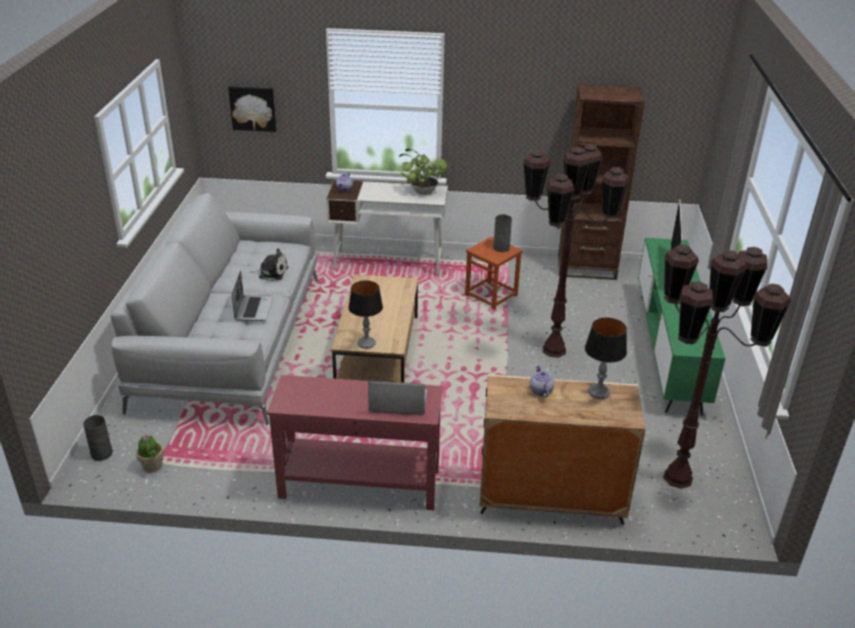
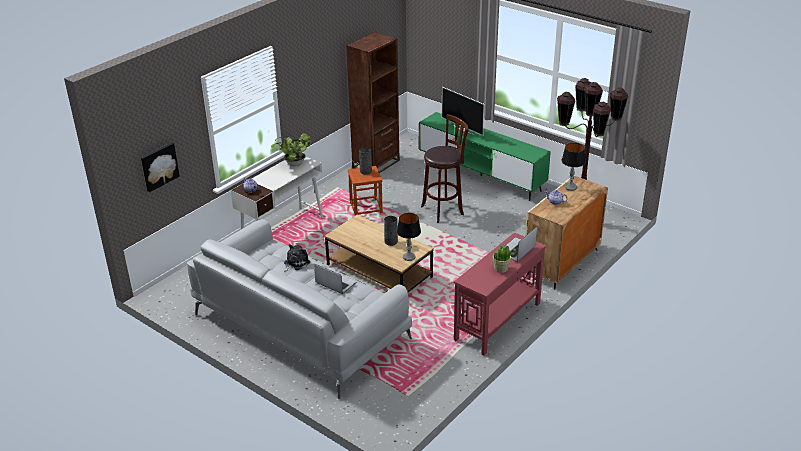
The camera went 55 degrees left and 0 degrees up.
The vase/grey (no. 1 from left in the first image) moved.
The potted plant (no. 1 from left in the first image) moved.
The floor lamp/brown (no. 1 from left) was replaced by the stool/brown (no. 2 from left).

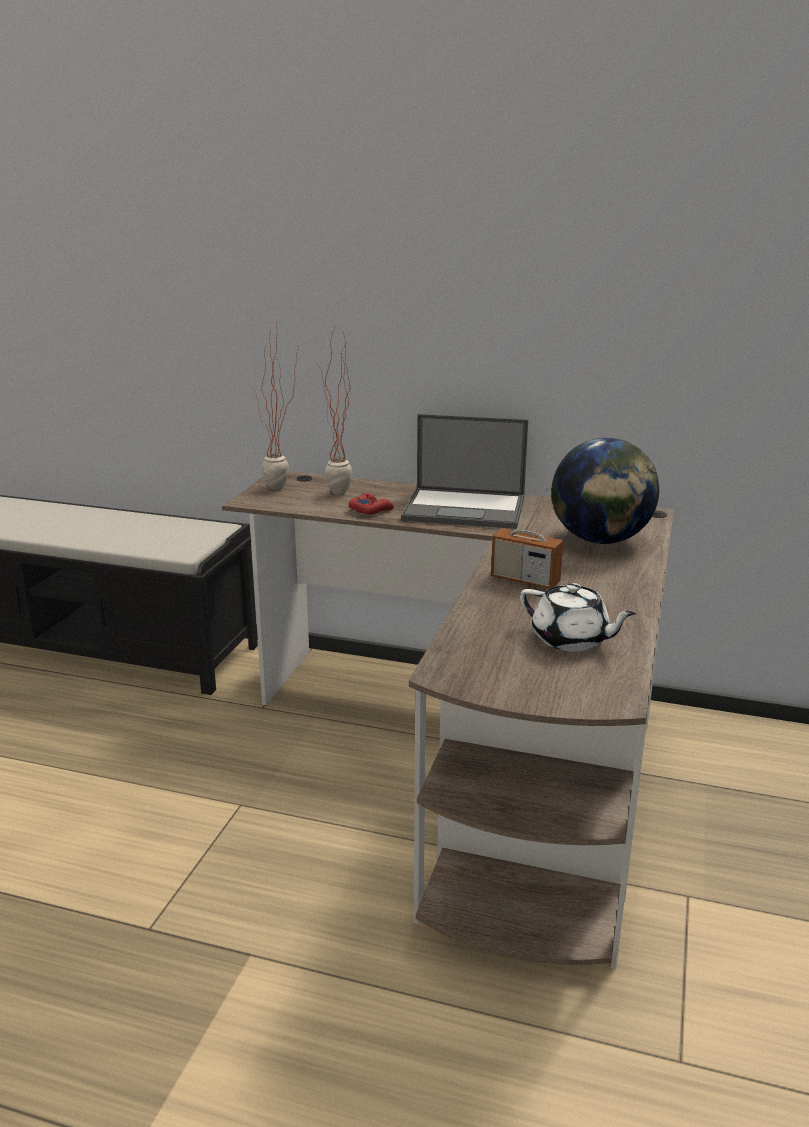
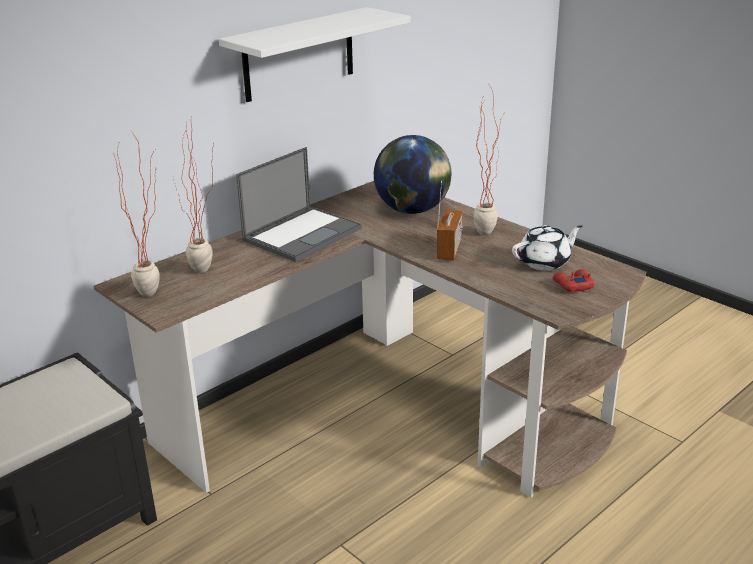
The camera went 60 degrees left and 5 degrees up.
The game controller/red moved.
The radio turned 45 degrees counterclockwise.
The shelf/white appeared.
The potted plant (no. 3 from left) appeared.

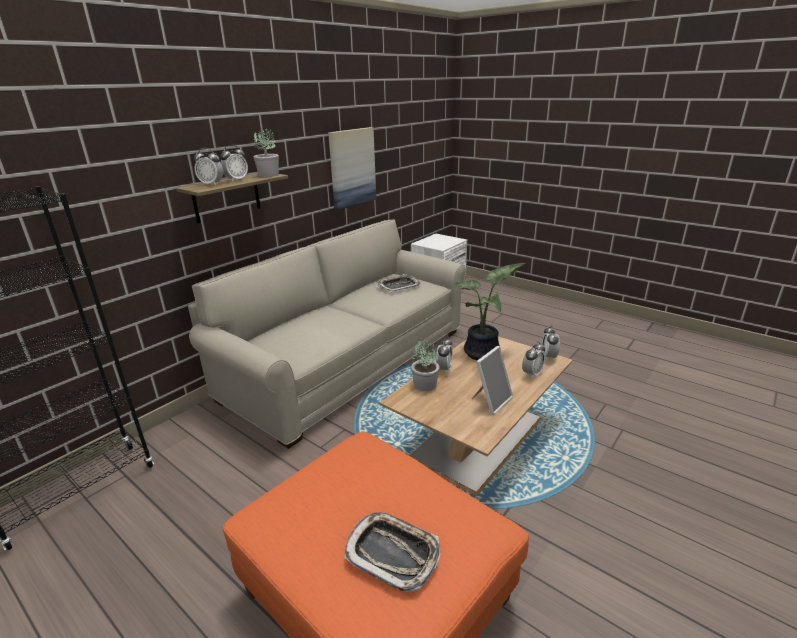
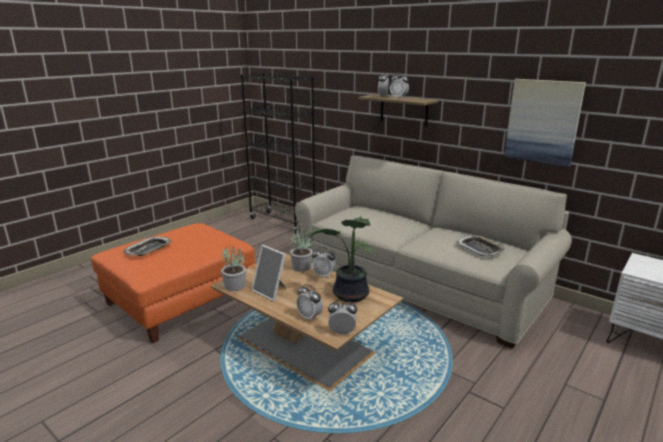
The camera went 90 degrees right and 5 degrees down.
The potted plant (no. 1 from left) moved.

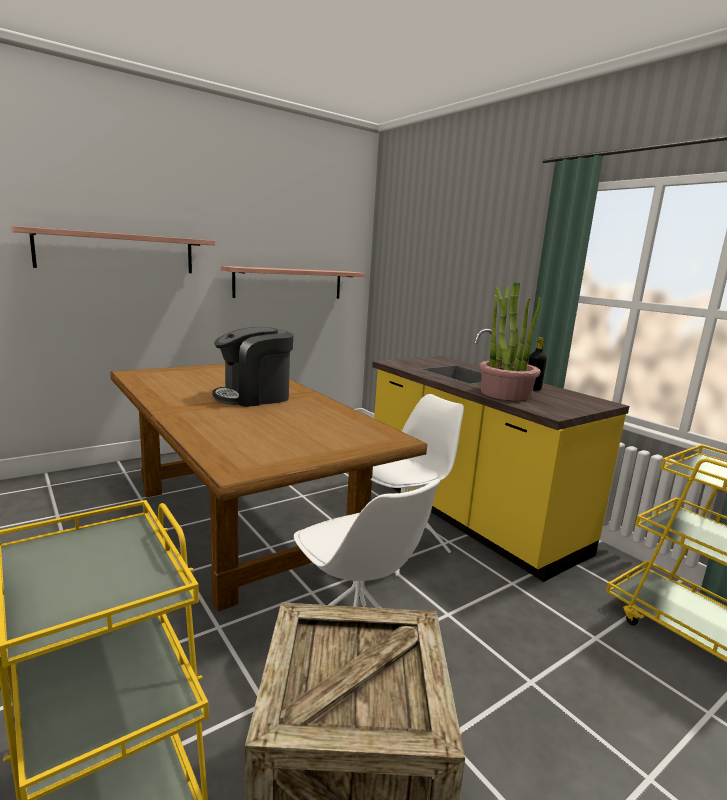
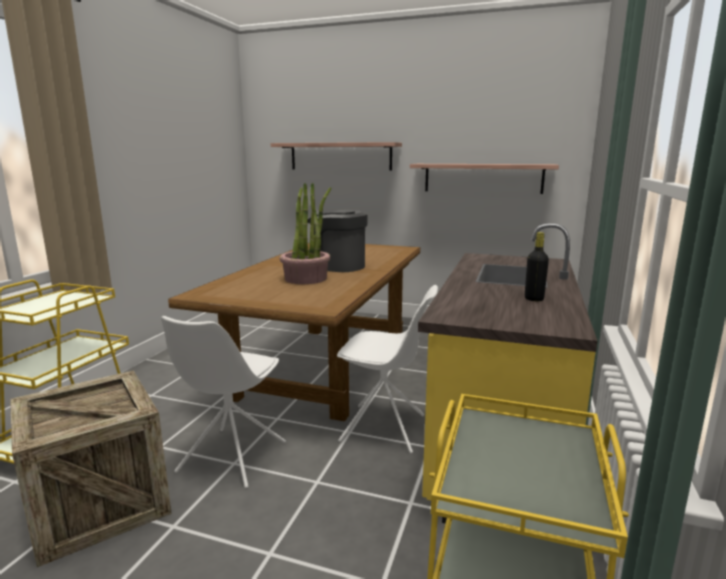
The camera went 55 degrees right and 0 degrees up.
The potted plant moved.

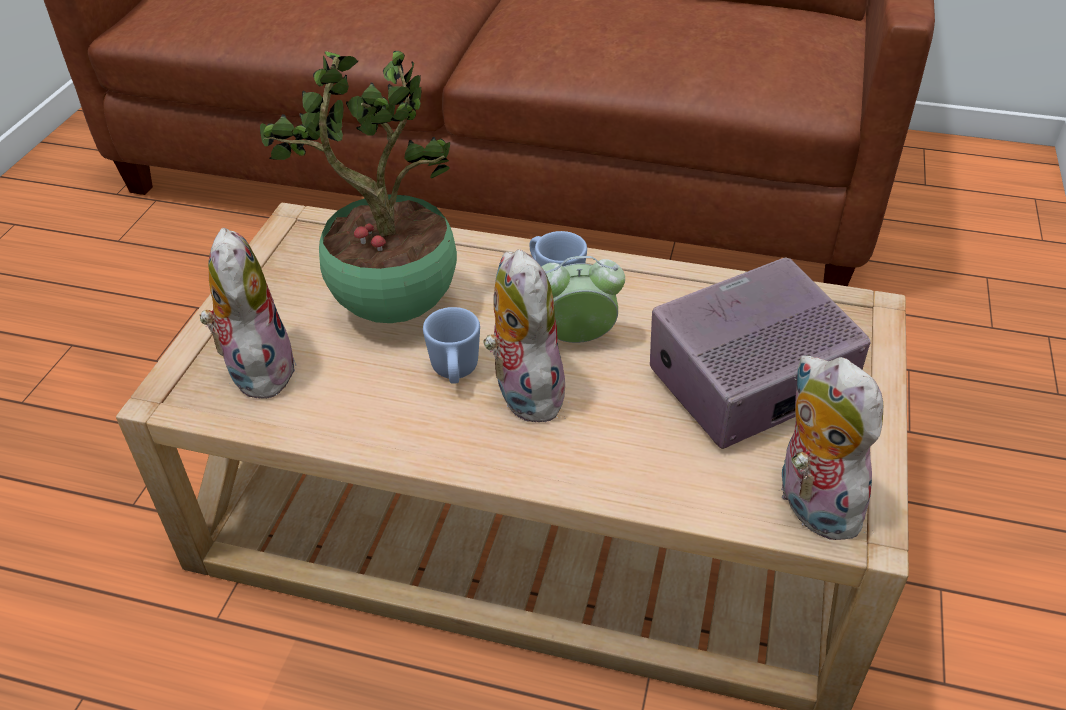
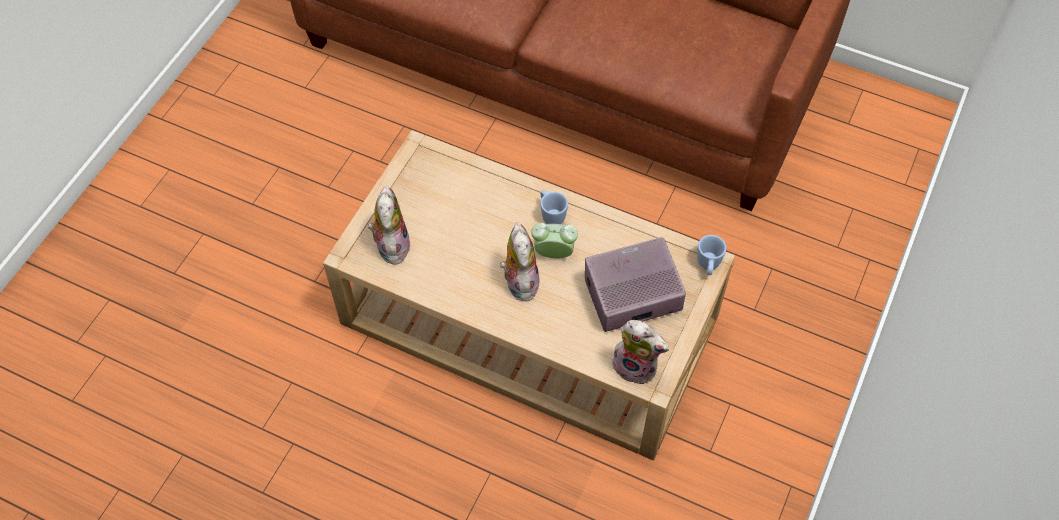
The camera went 10 degrees right and 15 degrees up.
The potted plant disappeared.
The mug/blue (no. 1 from left in the first image) moved.
The plush toy (no. 3 from left) turned 135 degrees clockwise.

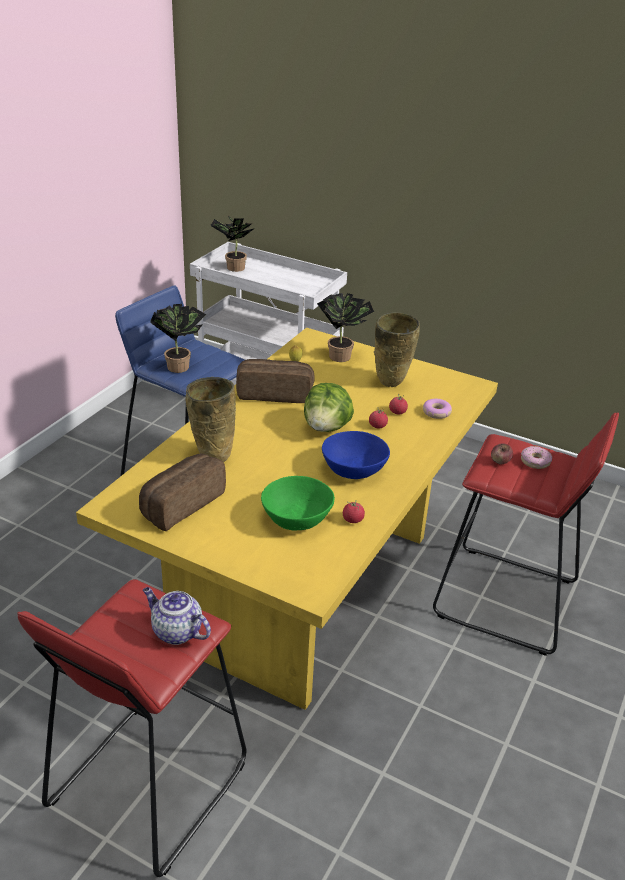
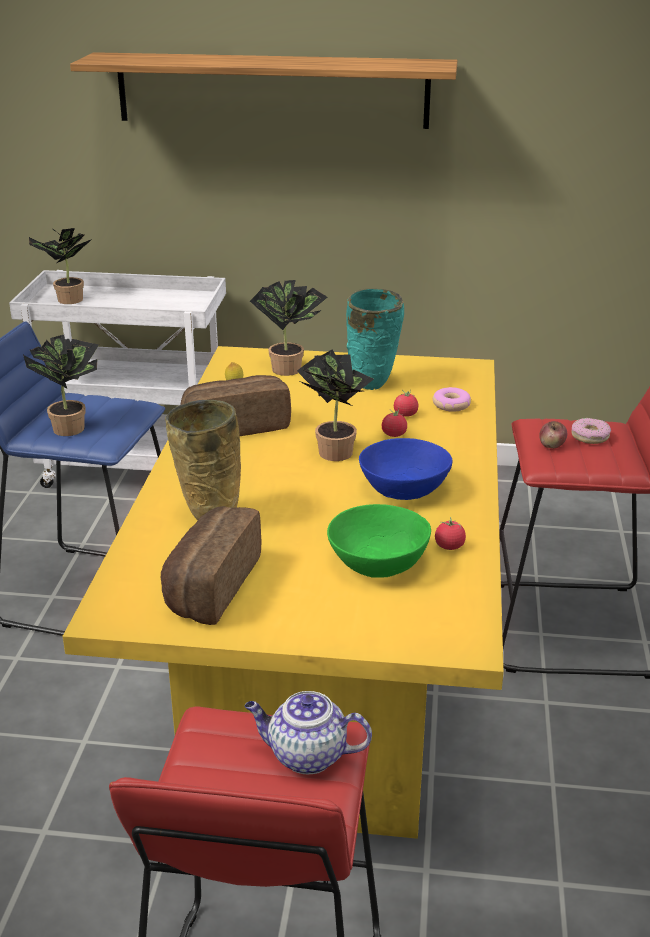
The camera went 20 degrees left and 5 degrees down.
The lettuce was replaced by the potted plant (no. 4 from left).
The vase/beige (no. 2 from left) became the vase/turquoise.
The shelf appeared.

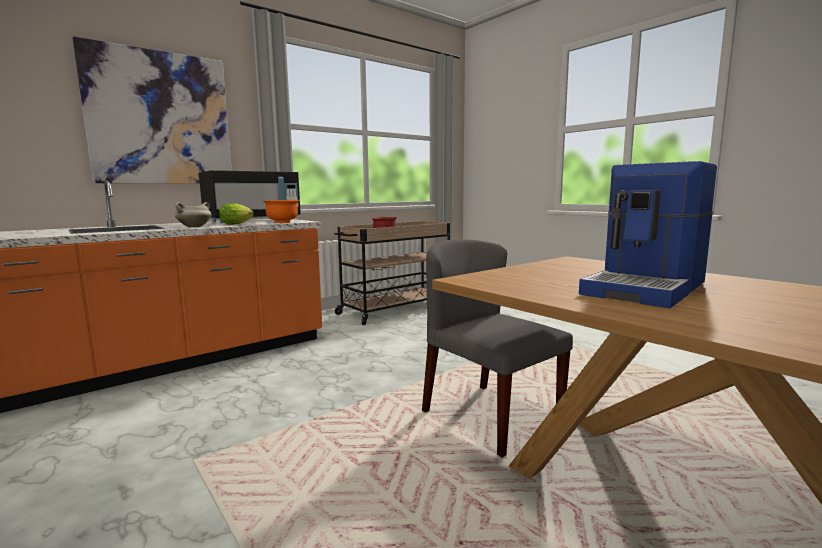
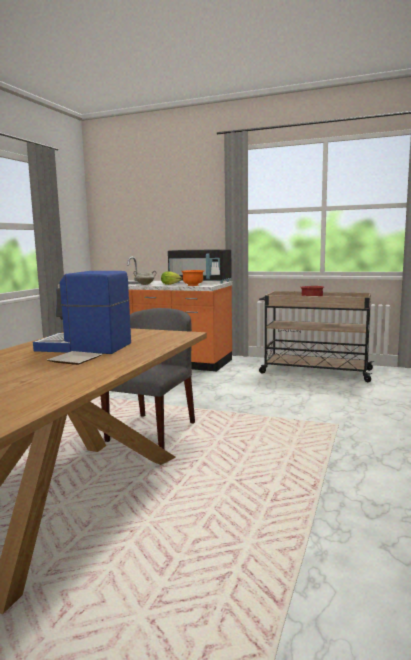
The camera went 60 degrees right and 0 degrees up.
The picture disappeared.
The plate appeared.

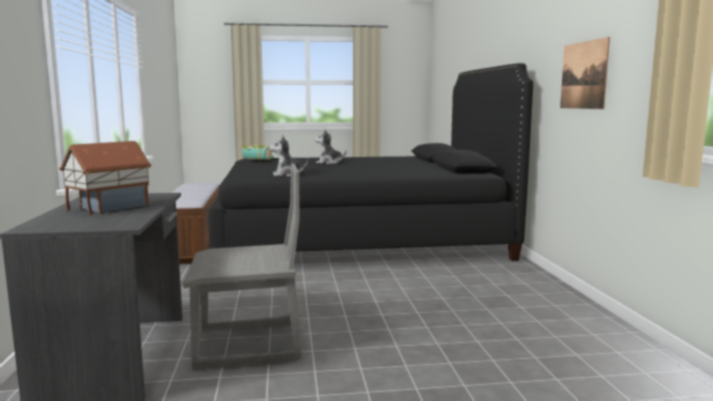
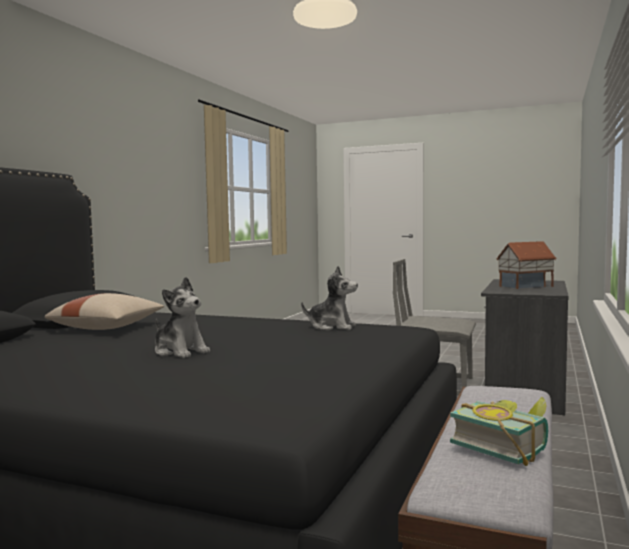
The camera went 150 degrees left and 5 degrees down.
The book moved.
The picture disappeared.
The pillow/beige appeared.

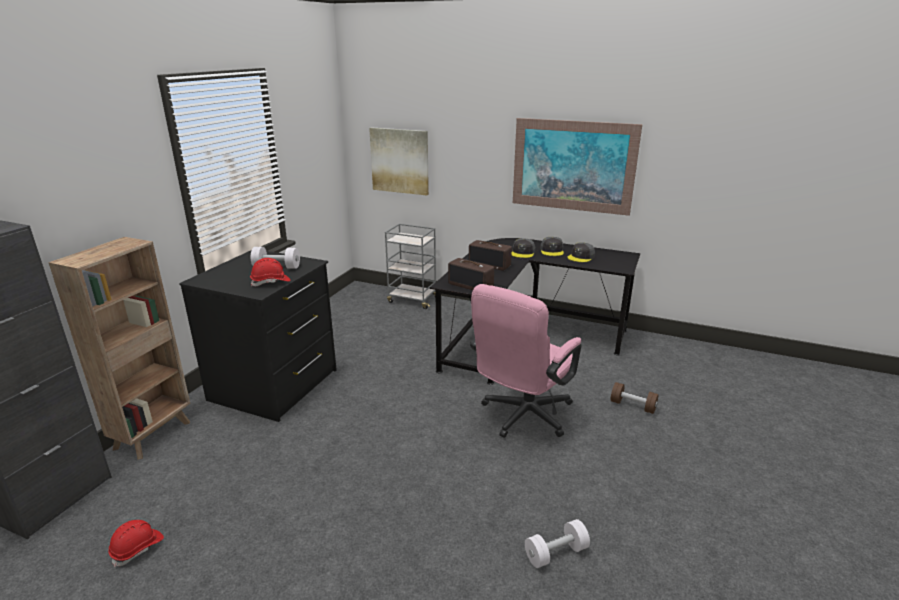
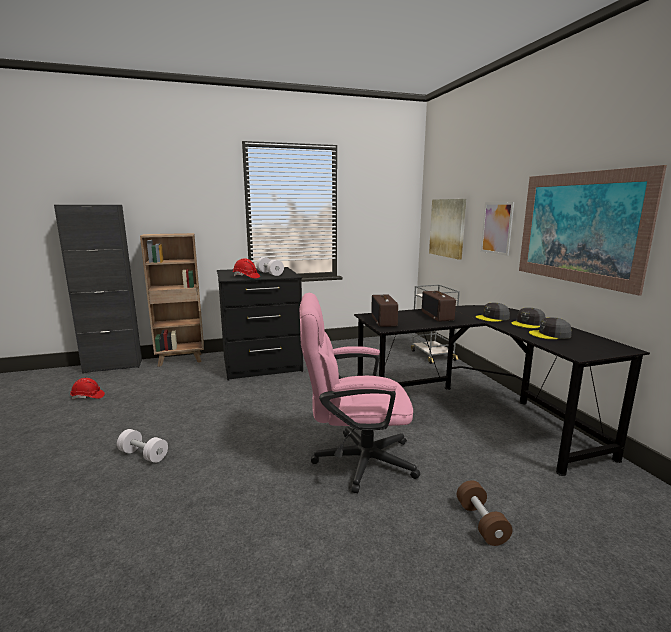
The camera went 50 degrees right and 10 degrees down.
The dumbbell/white (no. 2 from left in the first image) moved.
The picture (no. 2 from left) appeared.

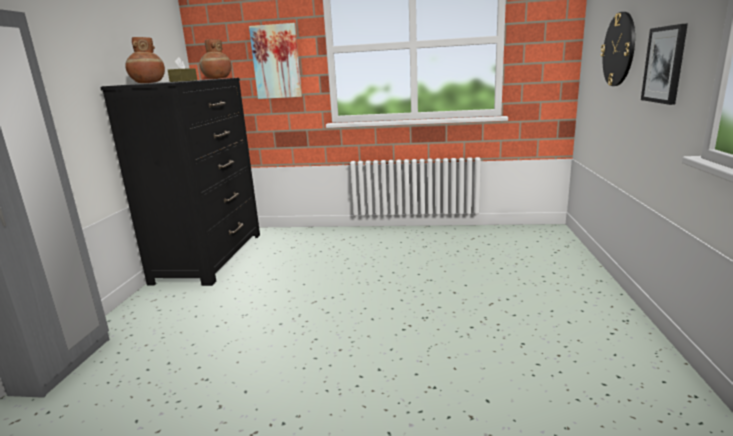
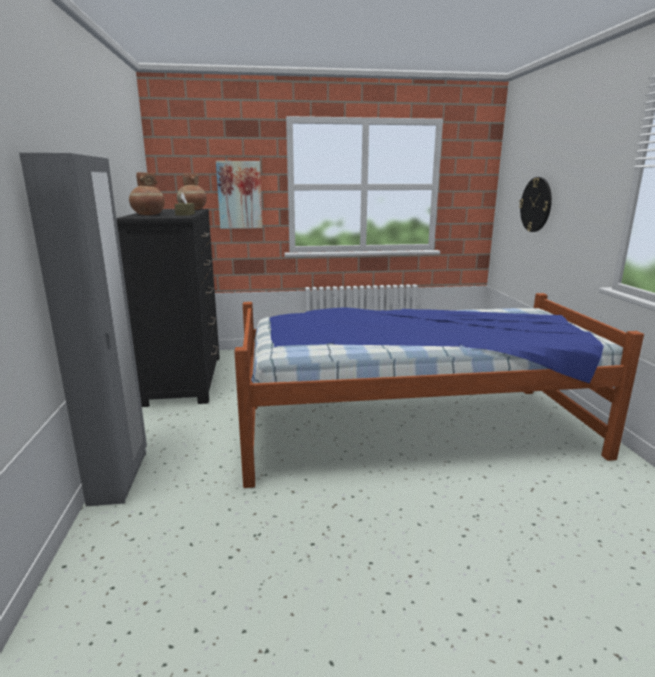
The camera went 15 degrees left and 0 degrees up.
The picture (no. 2 from left) disappeared.
The bed appeared.

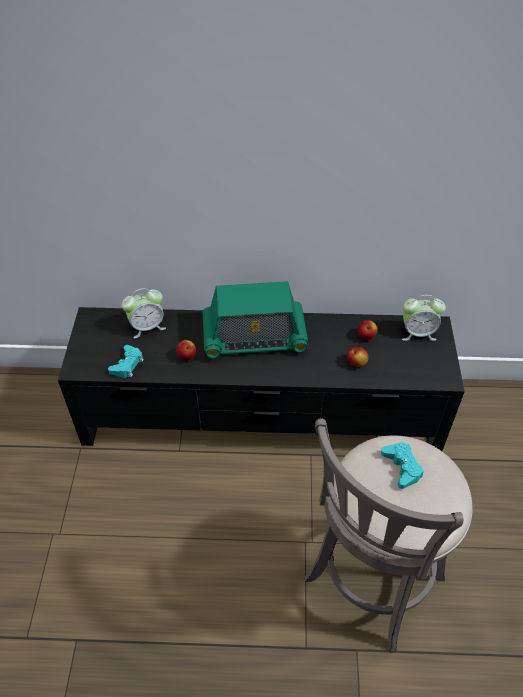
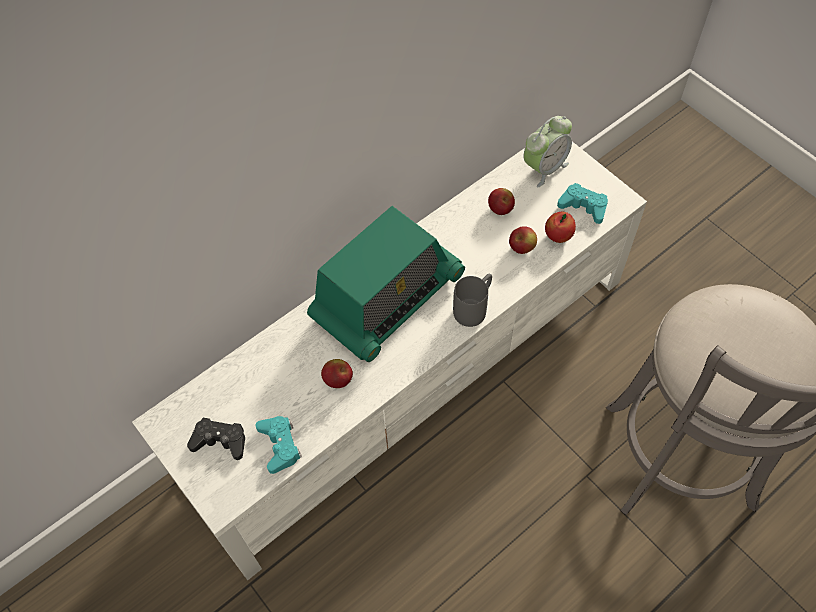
The camera went 40 degrees left and 10 degrees up.
The tv stand/black became the tv stand/white.
The alarm clock (no. 1 from left) disappeared.
The game controller/turquoise (no. 2 from left) moved.
The game controller/black appeared.
The mug/grey appeared.
The apple (no. 4 from left) appeared.

